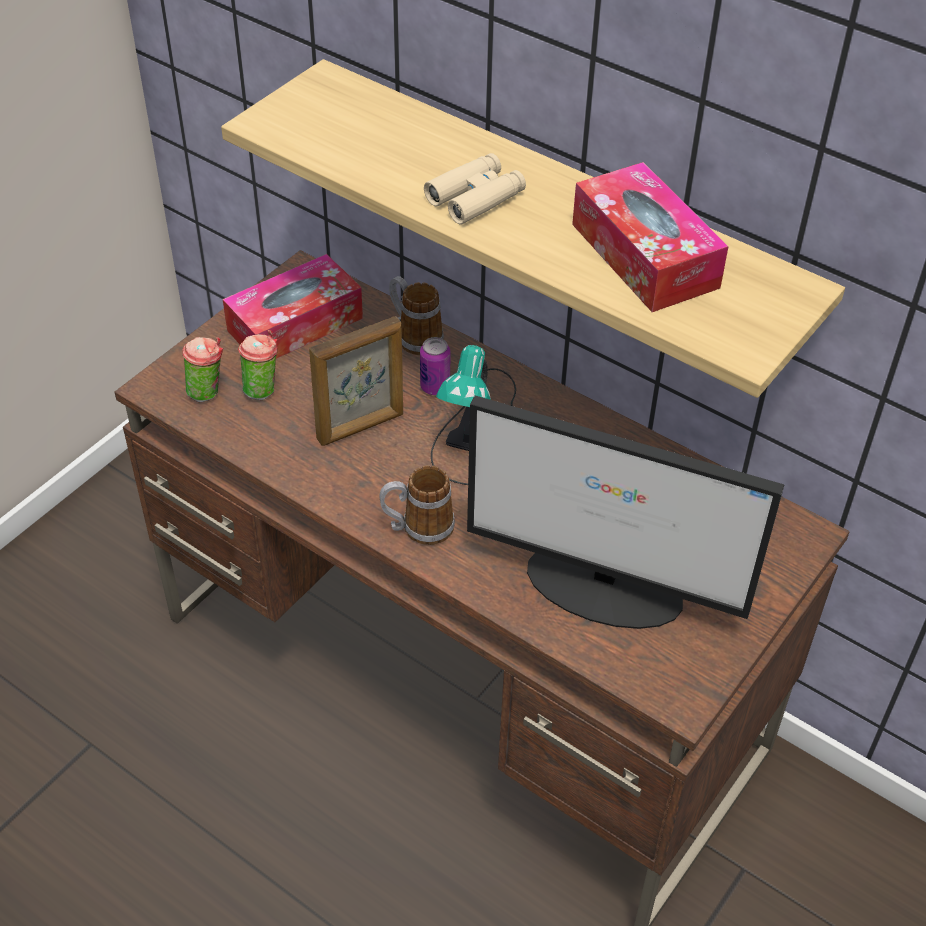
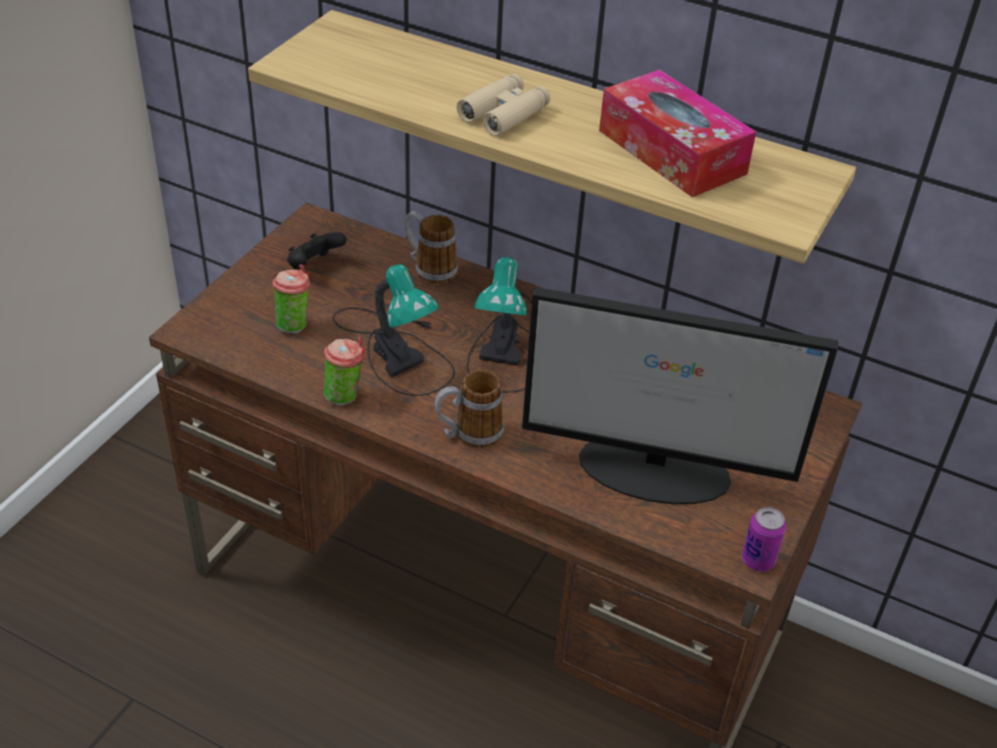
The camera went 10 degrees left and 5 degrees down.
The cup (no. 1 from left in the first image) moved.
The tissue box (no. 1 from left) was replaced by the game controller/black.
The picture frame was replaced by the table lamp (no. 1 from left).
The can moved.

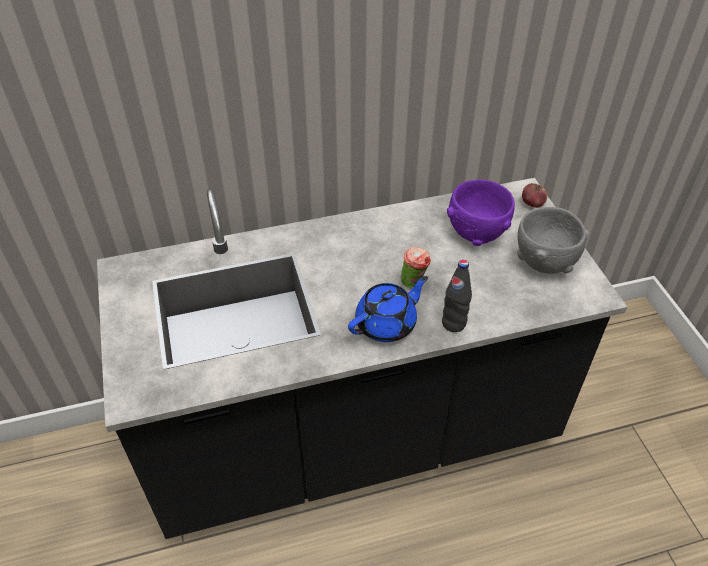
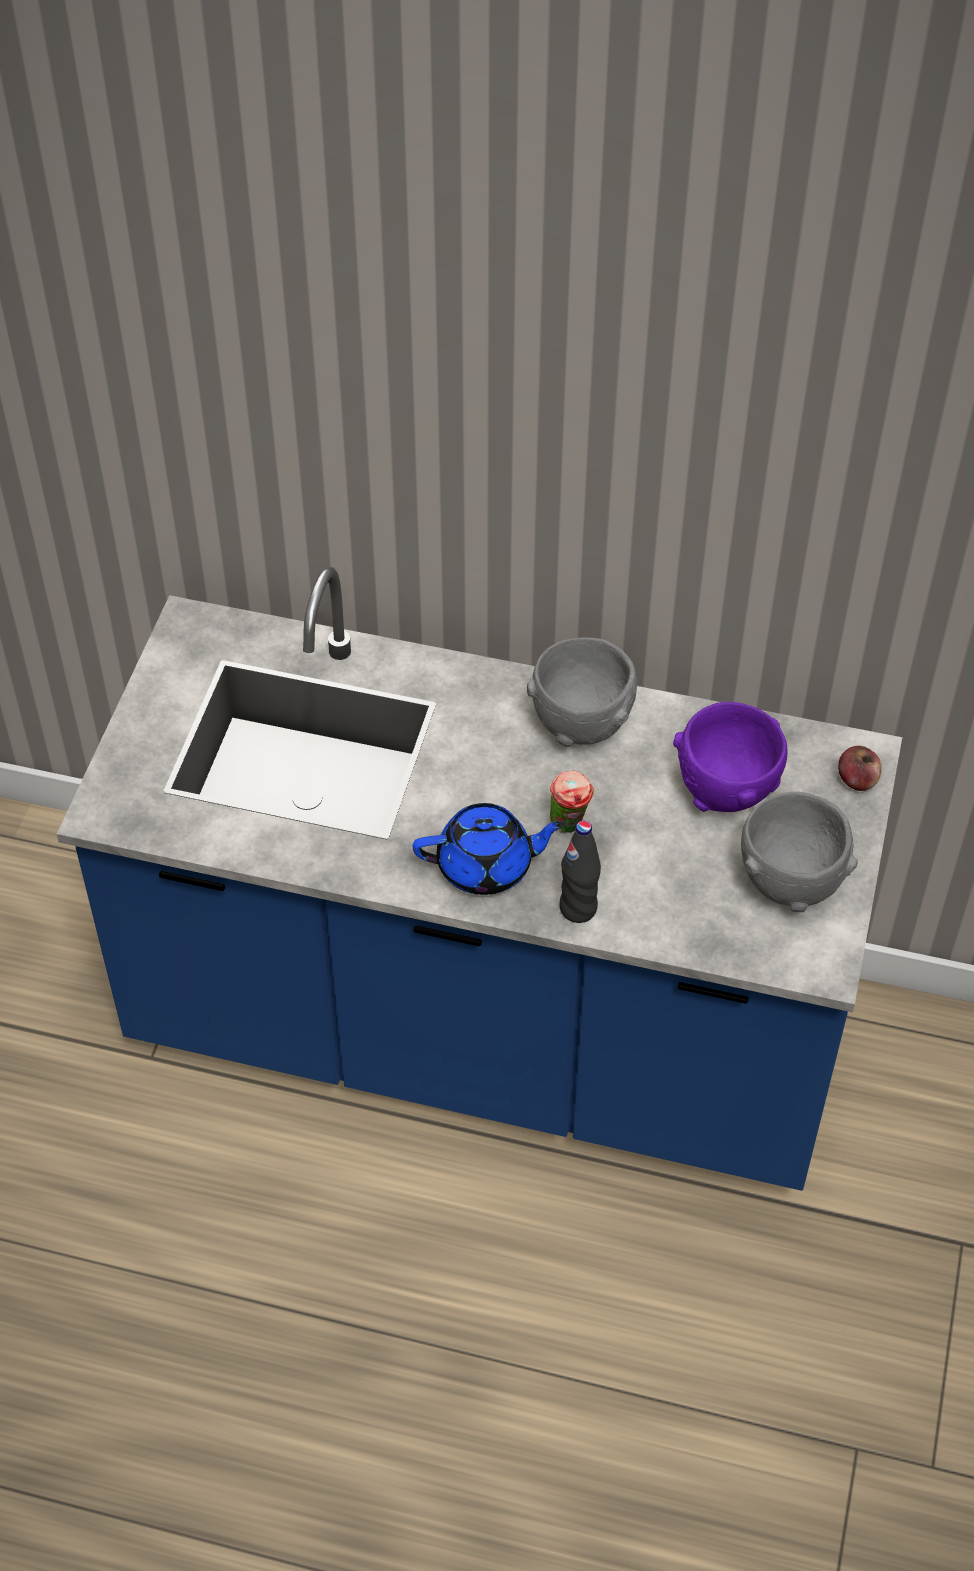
The camera went 30 degrees right and 5 degrees up.
The counter/black became the counter/blue.
The bowl/grey (no. 1 from left) appeared.

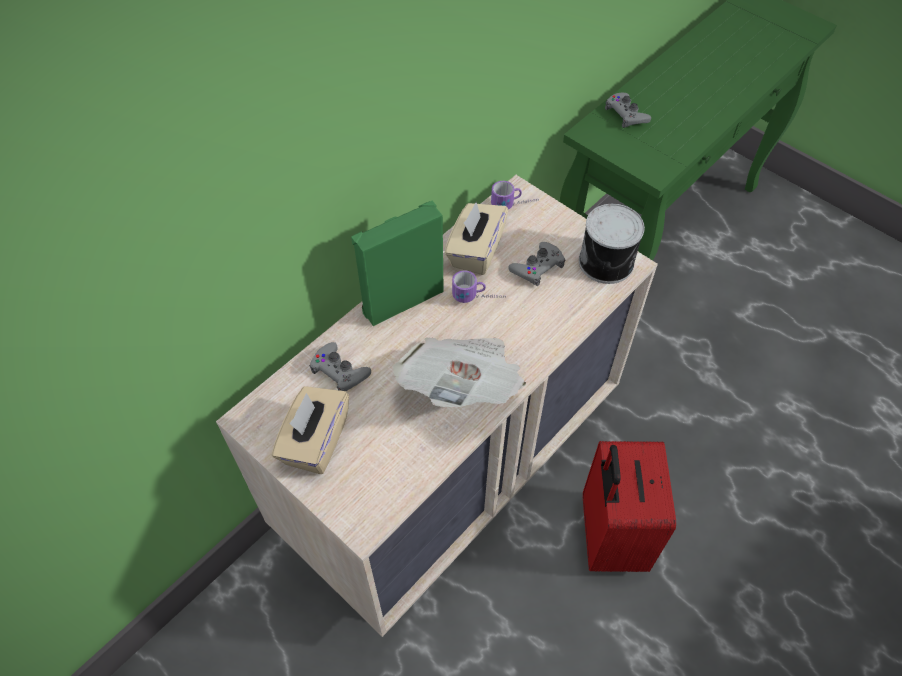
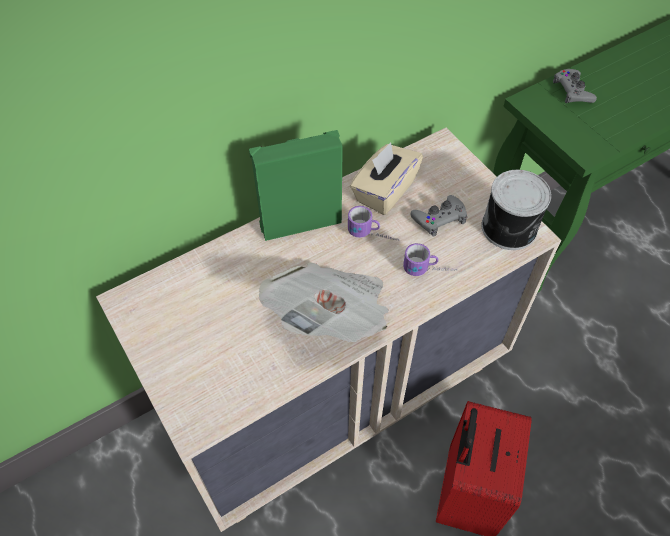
The camera went 15 degrees right and 0 degrees up.
The tissue box/beige (no. 1 from left) disappeared.
The game controller/grey (no. 1 from left) disappeared.
The mug (no. 2 from left) moved.

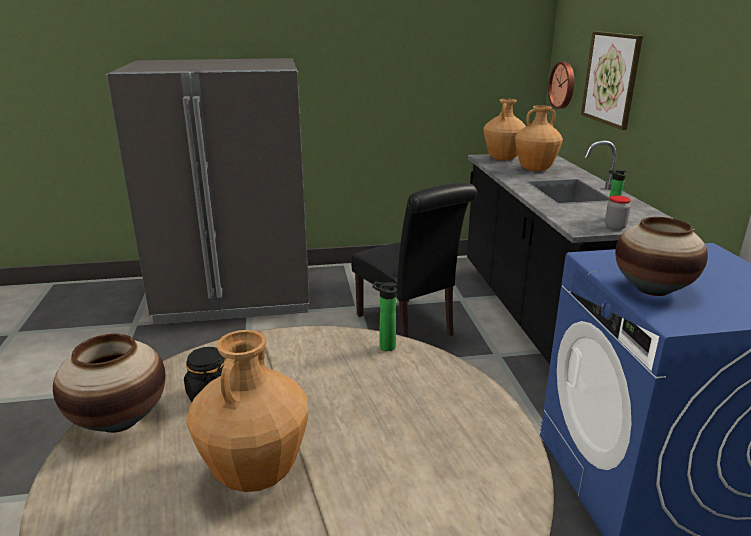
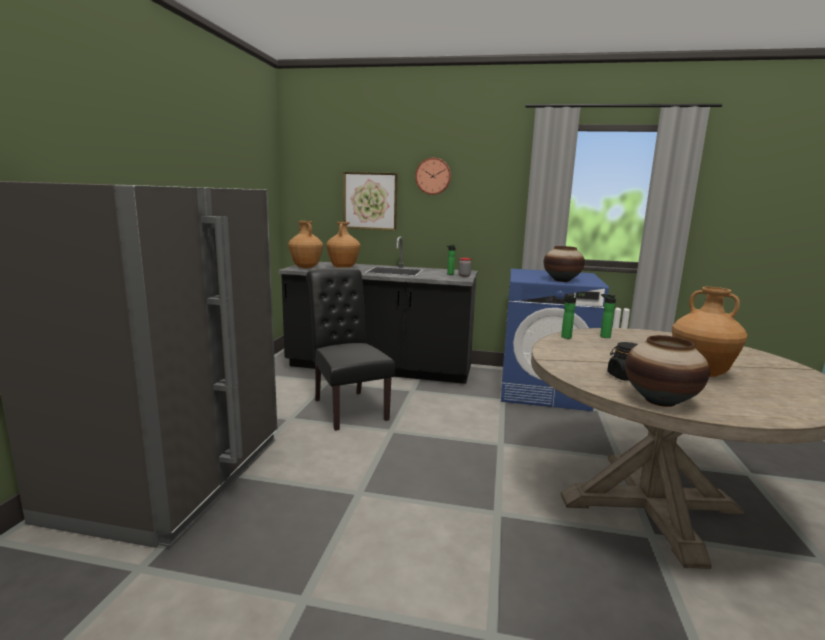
The camera went 70 degrees left and 10 degrees down.
The chair/black turned 105 degrees counterclockwise.
The wall clock moved.
The bottle (no. 3 from left) appeared.

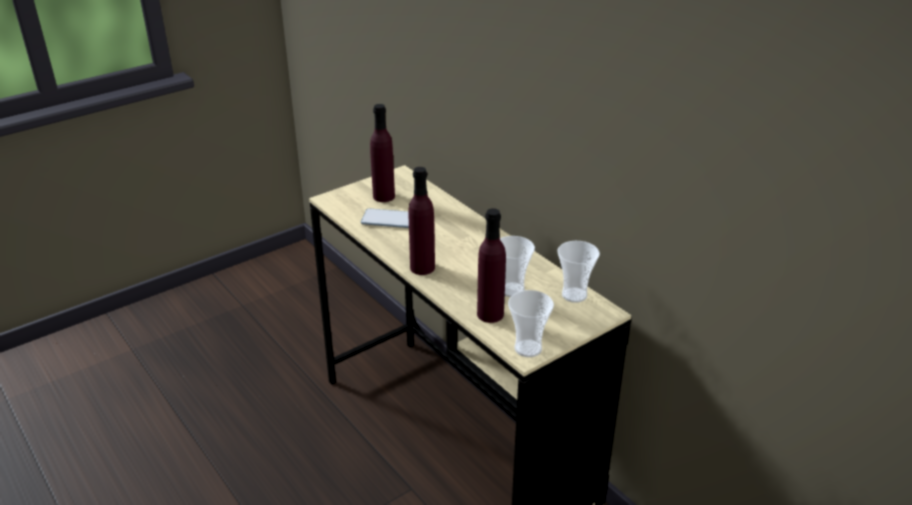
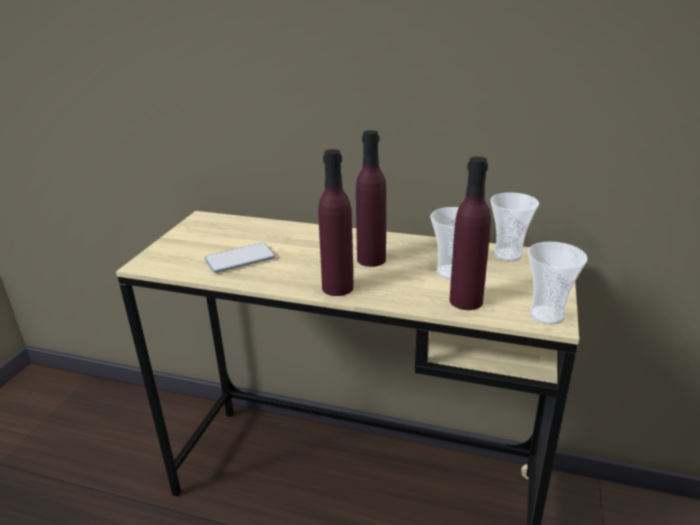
The camera went 35 degrees left and 5 degrees down.
The bottle/purple (no. 1 from left in the first image) moved.

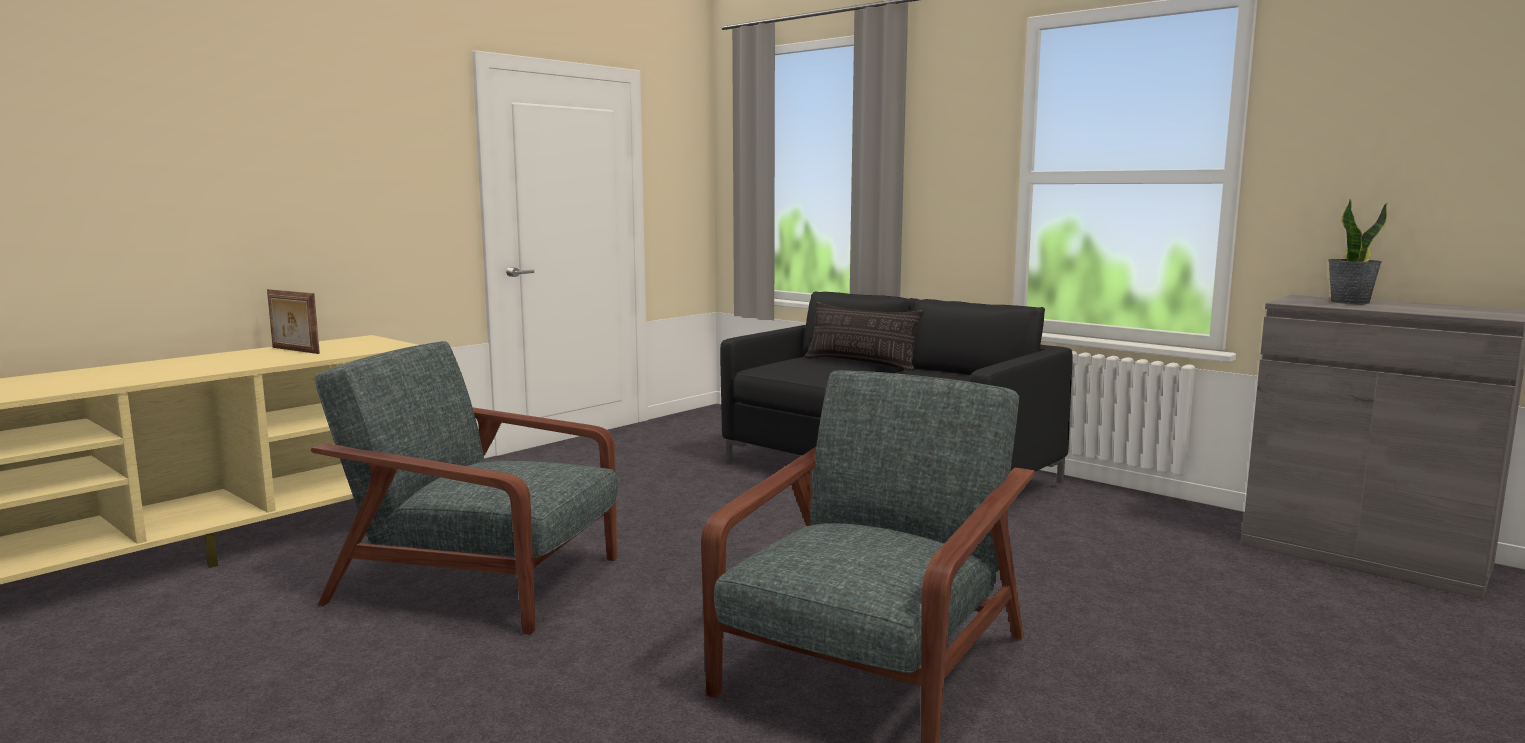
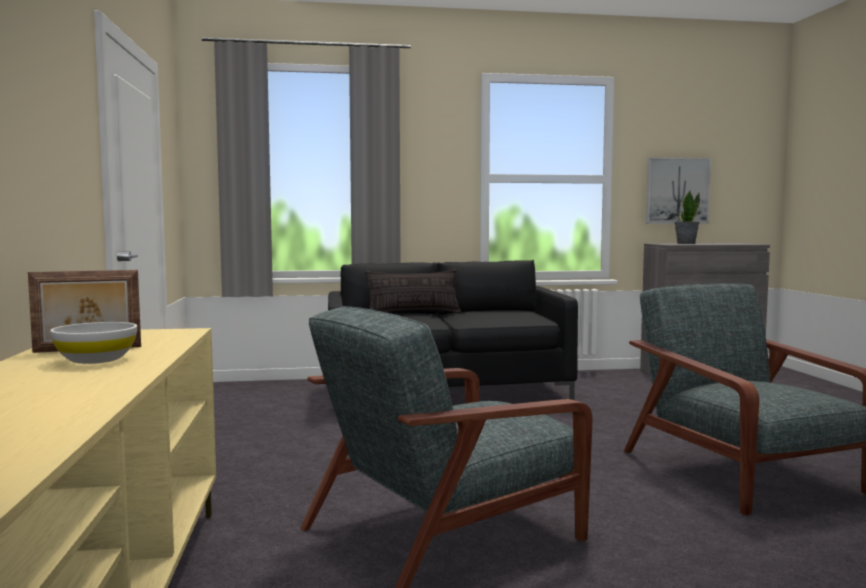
The camera went 50 degrees left and 5 degrees down.
The bowl/white appeared.
The picture appeared.

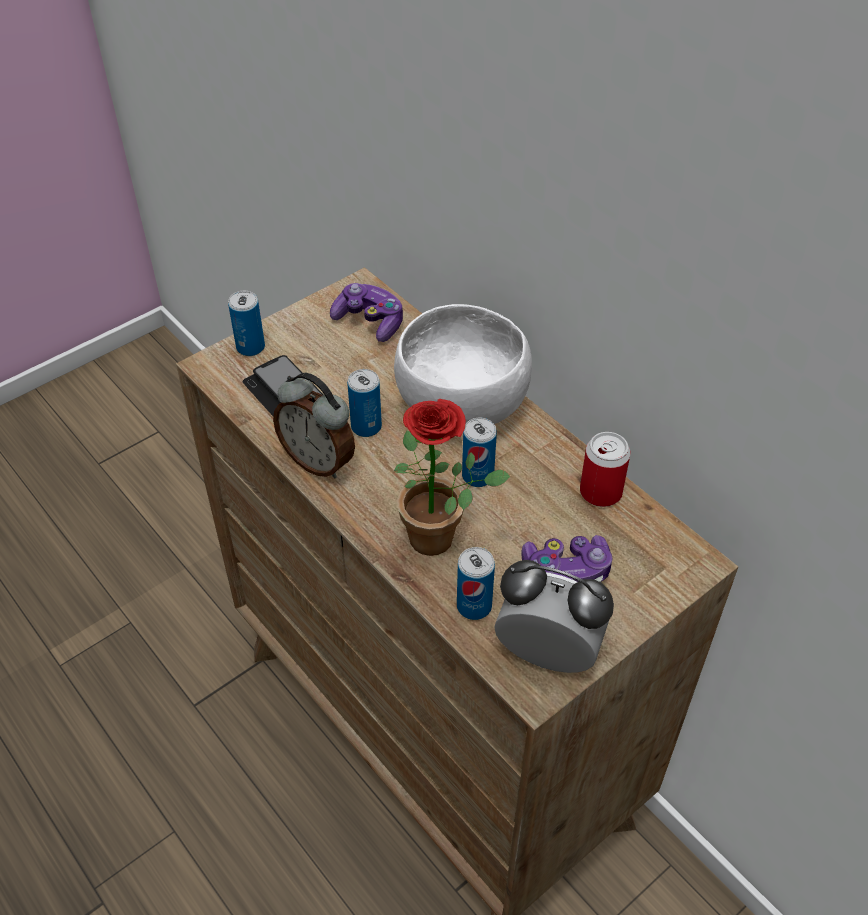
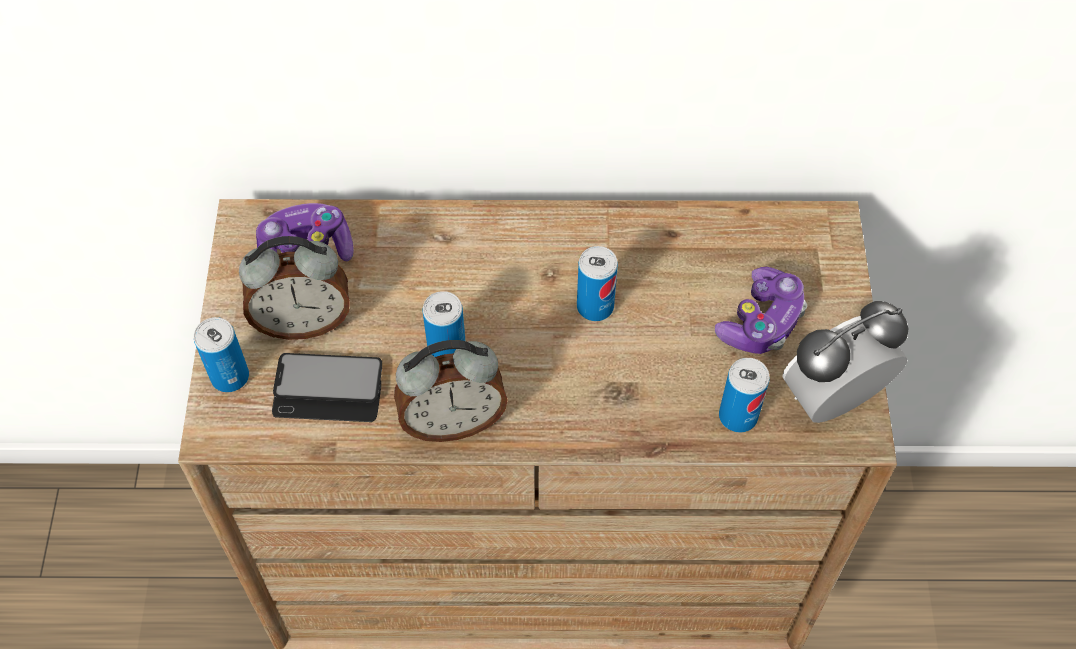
The camera went 50 degrees left and 10 degrees up.
The bowl/white disappeared.
The potted plant disappeared.
The can (no. 5 from left) disappeared.
The alarm clock (no. 1 from left) appeared.

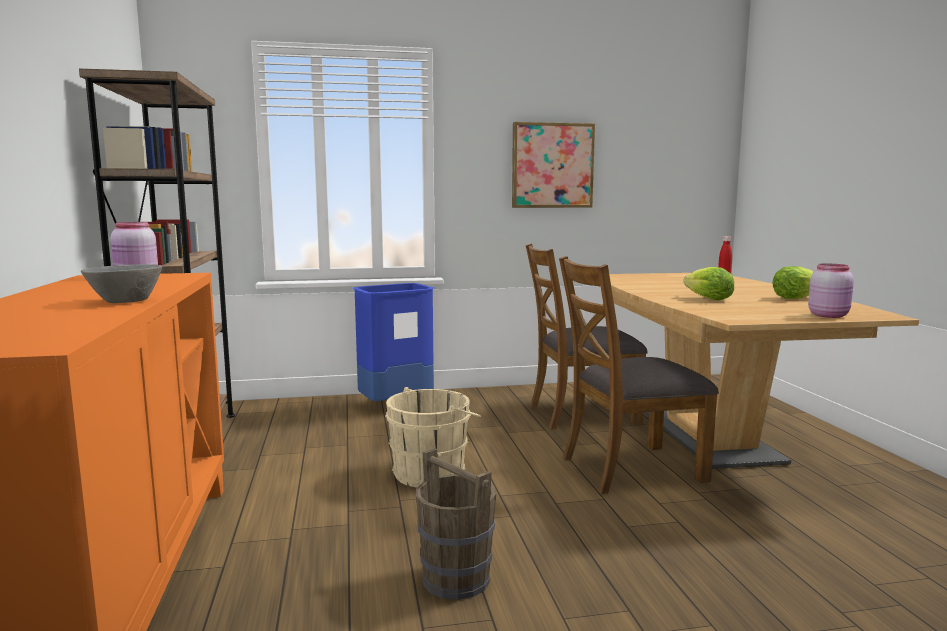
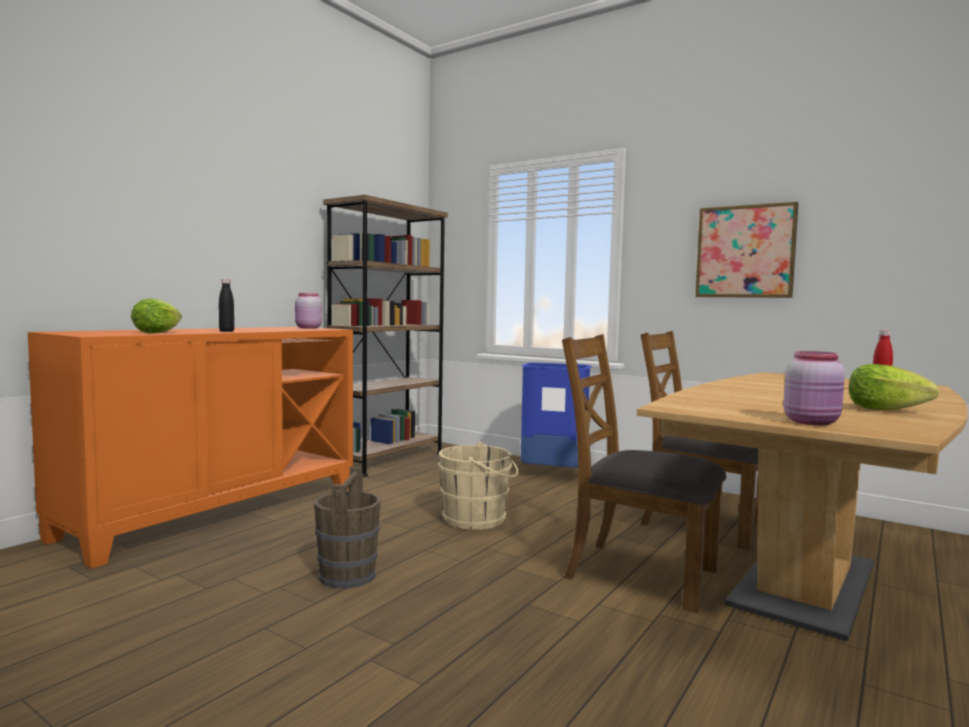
The camera went 45 degrees right and 5 degrees down.
The bowl/grey was replaced by the bottle/black.
The lettuce (no. 1 from left) moved.

